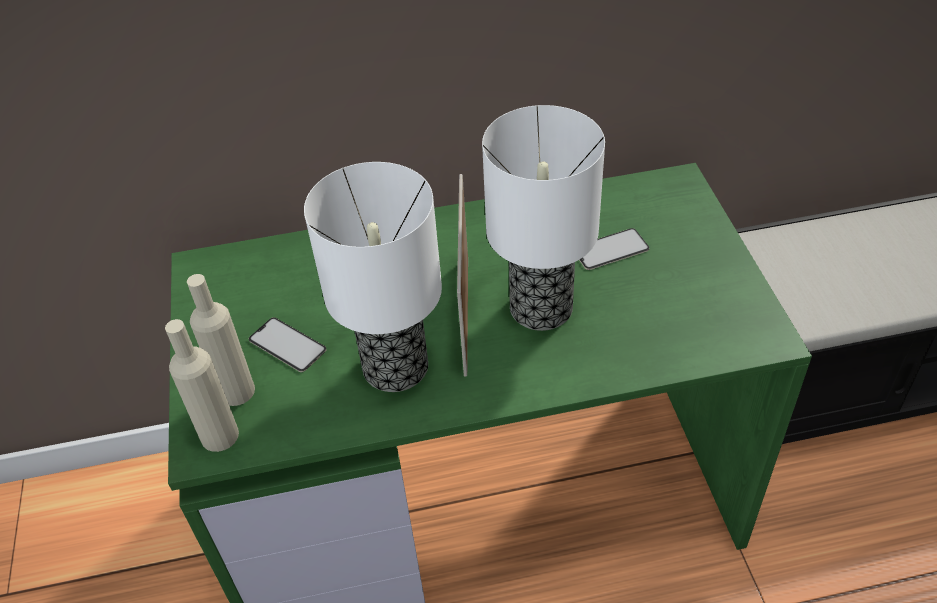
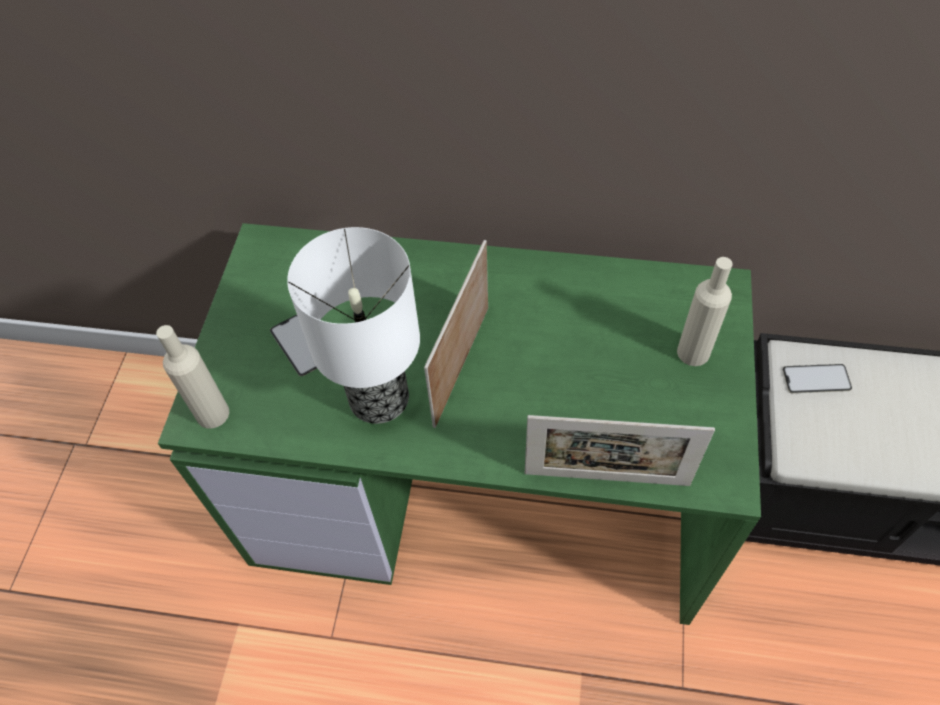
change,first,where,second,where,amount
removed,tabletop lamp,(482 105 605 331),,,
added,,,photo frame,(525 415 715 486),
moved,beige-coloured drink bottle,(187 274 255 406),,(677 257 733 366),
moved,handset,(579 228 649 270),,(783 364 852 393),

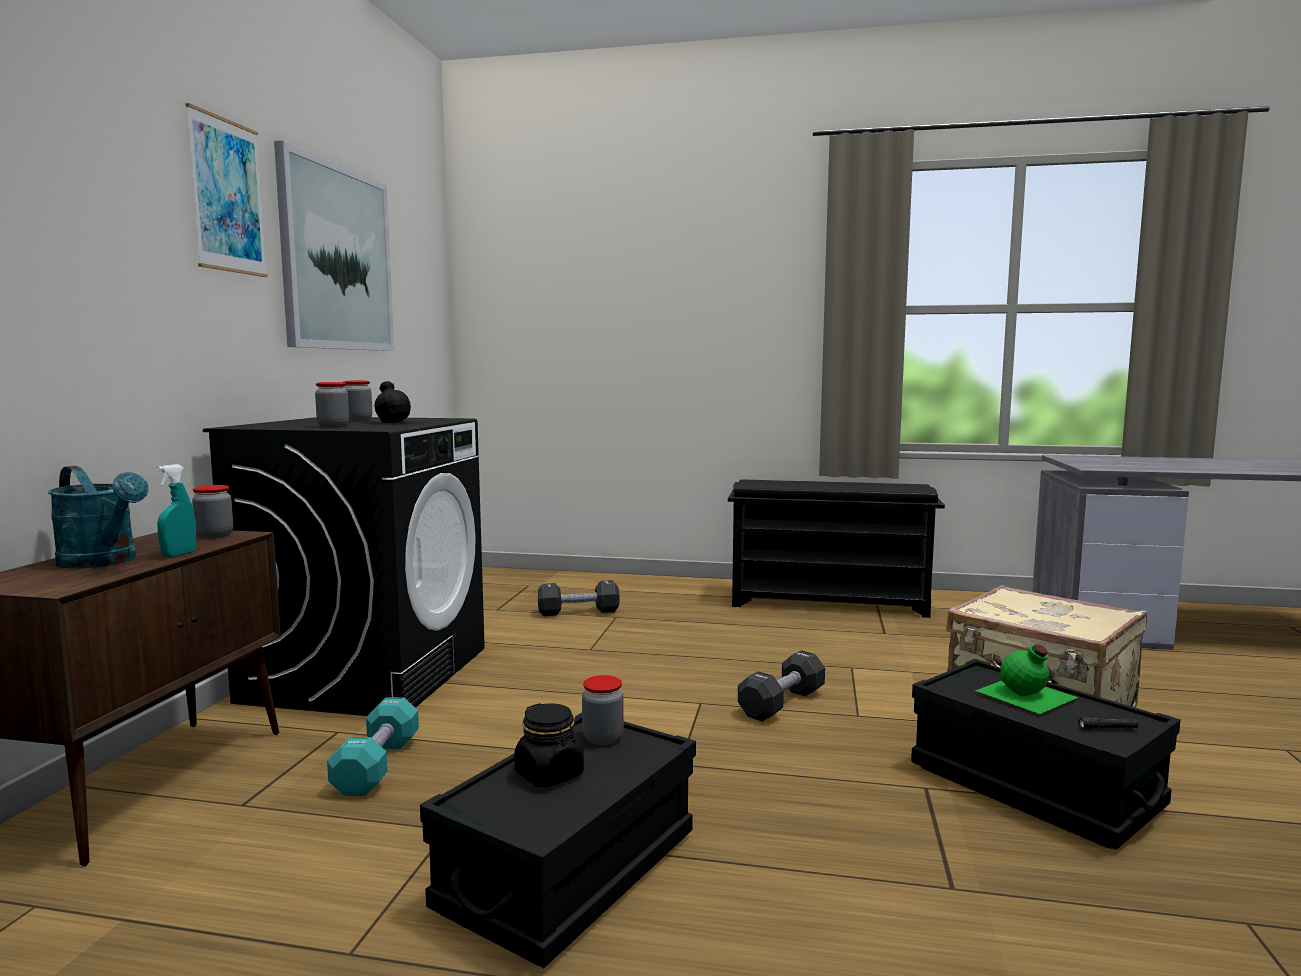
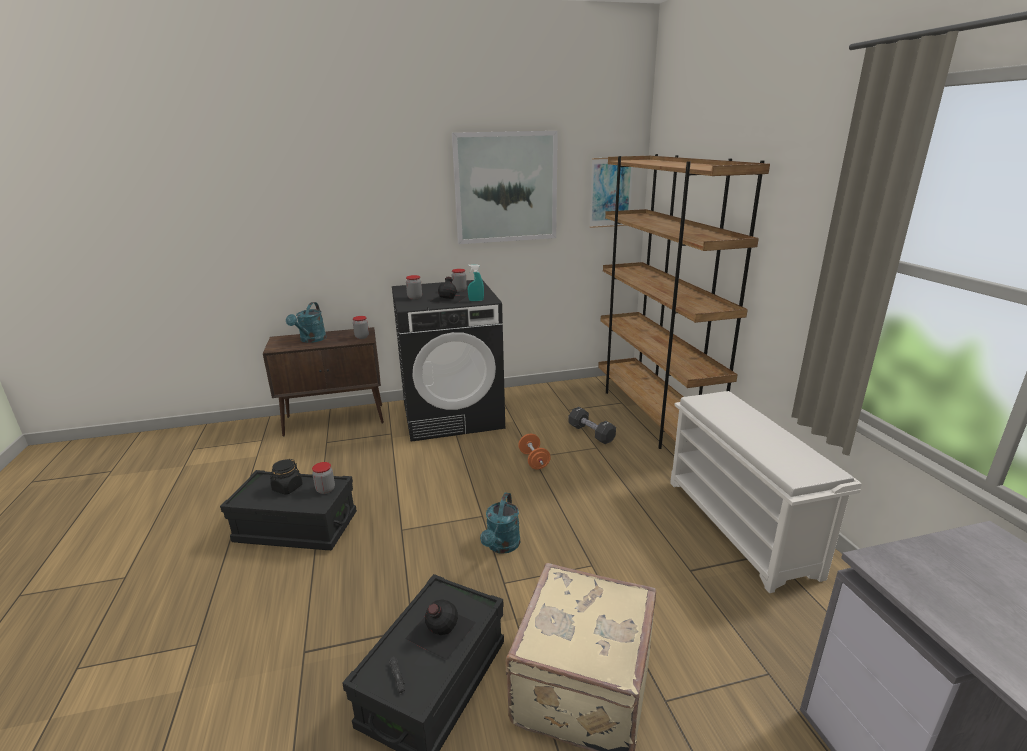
change,first,where,second,where,amount
removed,blue-green free weight,(327 697 419 796),,,
added,,,orange free weight,(518 434 551 470),
added,,,brownish shelving unit,(598 154 770 449),
moved,blue-green hand sprayer,(157 464 196 557),,(468 264 484 301),
moved,wall art,(185 103 268 277),,(589 158 633 228),
replaced,black-coloured free weight,(738 650 825 722),blue-green sprinkling can,(480 493 520 554),
recoloured,black-coloured shoe shelf,(728 479 945 618),whitish shoe shelf,(670 391 862 593),
recoloured,greenish drink bottle,(975 644 1078 714),black-coloured drink bottle,(405 599 476 660),

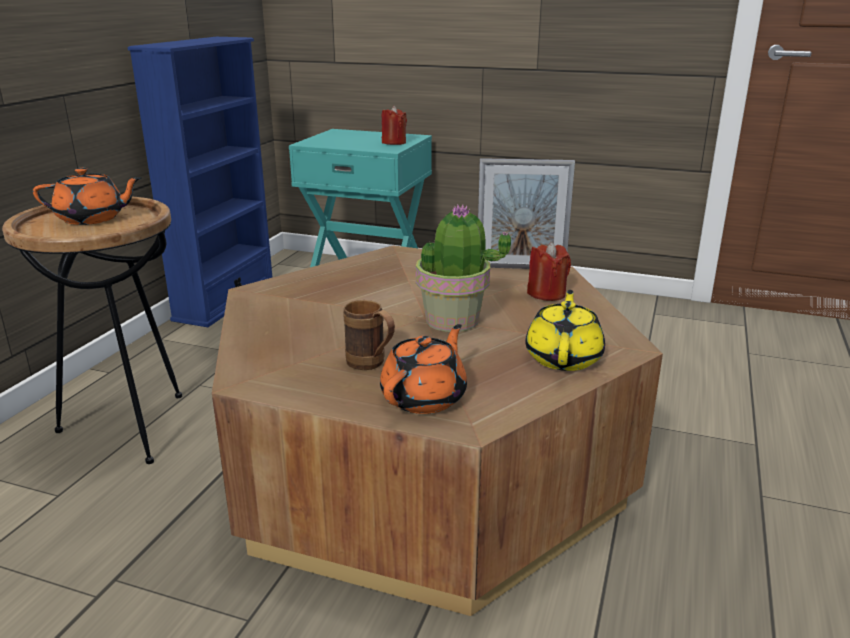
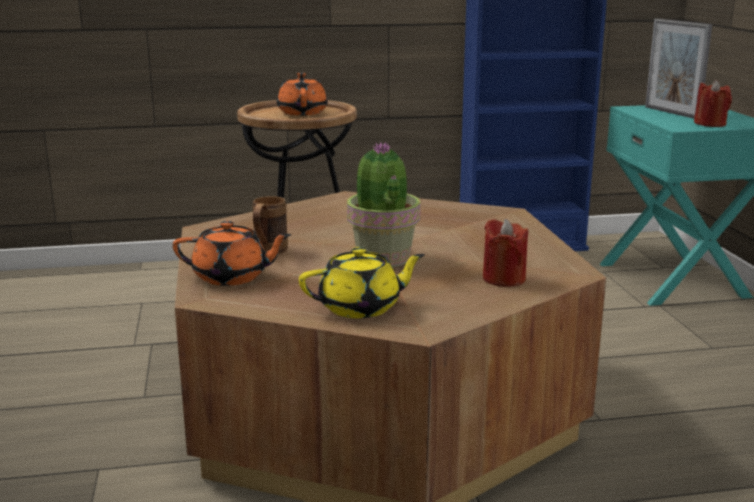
change,first,where,second,where,amount
moved,photo frame,(478 158 575 269),,(645 19 712 119),
turned,orange teapot,(33 168 142 225),,(277 73 328 116),150 degrees counterclockwise

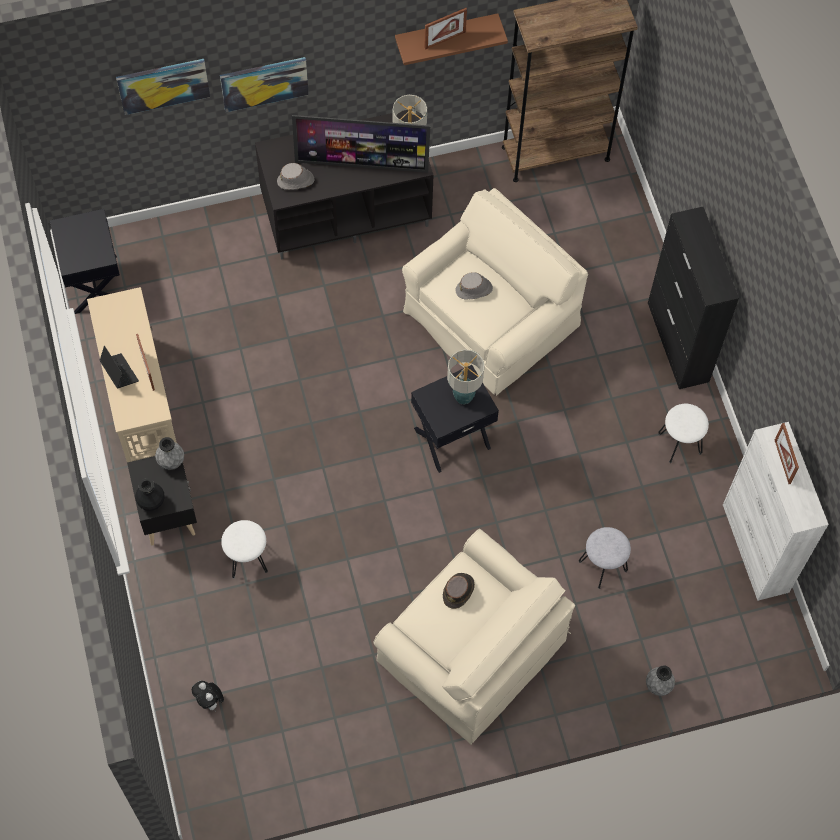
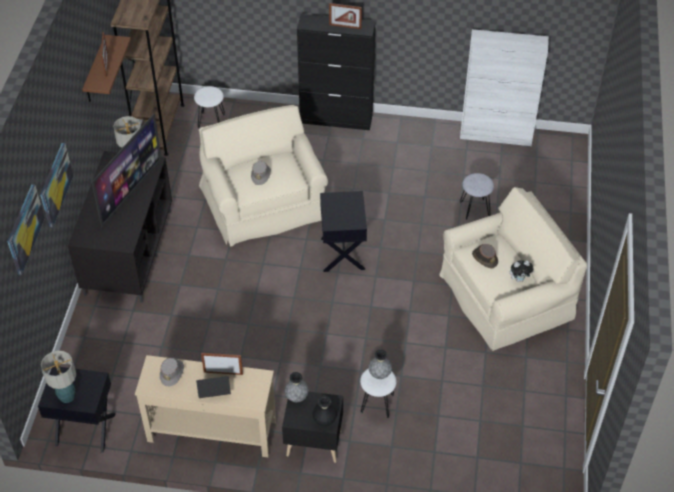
change,first,where,second,where,amount
moved,plush toy,(192 681 224 712),,(510 260 534 282),
moved,gray hat,(277 163 315 190),,(160 358 184 387),
moved,tabletop lamp,(447 349 485 404),,(41 351 76 403),
moved,gray flower vase,(646 665 675 696),,(369 349 392 379),
moved,whitish stool,(658 404 709 463),,(194 86 225 129),
moved,photo frame,(775 423 799 484),,(329 3 362 29),

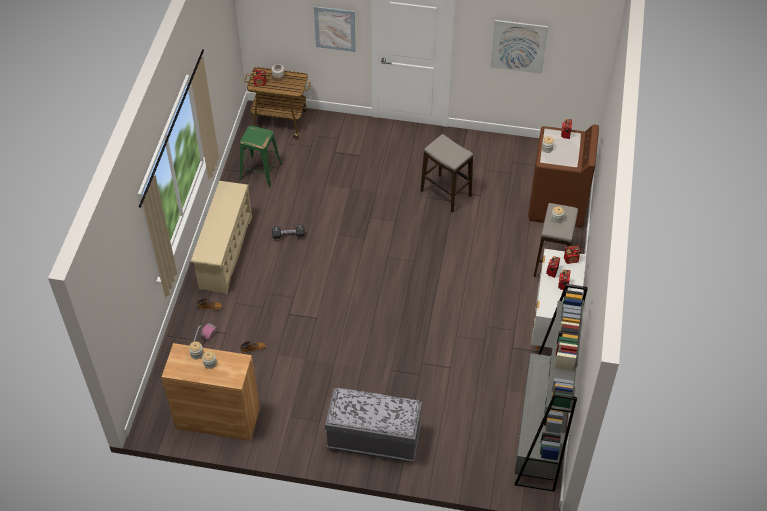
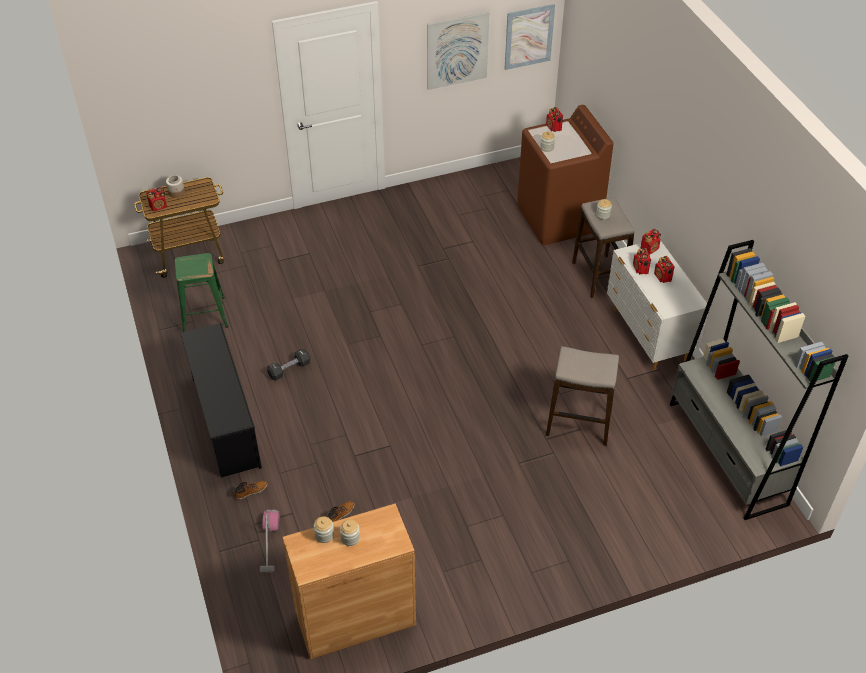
change,first,where,second,where,amount
removed,gray long seat,(325 388 422 462),,,
moved,wall art,(314 6 356 52),,(505 4 555 70),
moved,stool,(420 134 473 213),,(546 346 619 446),
recoloured,beige-coloured shoe shelf,(191 181 252 295),black-coloured shoe shelf,(180 323 262 478),

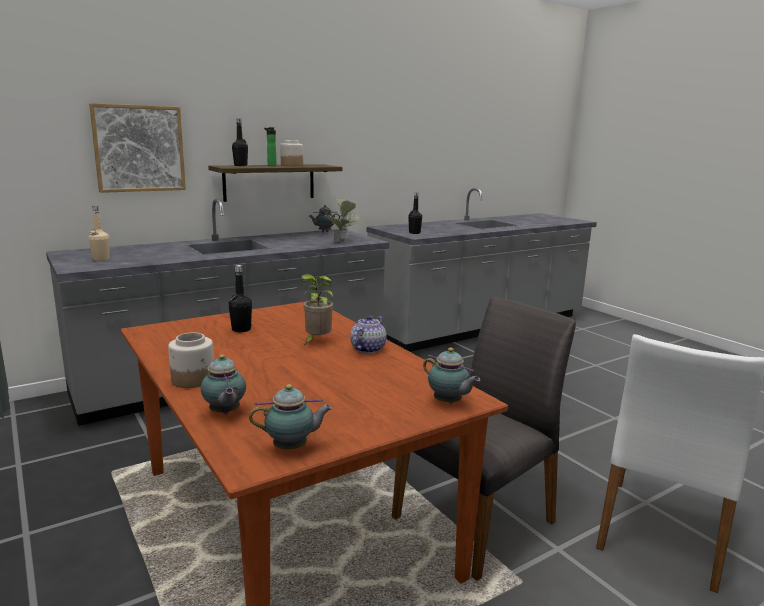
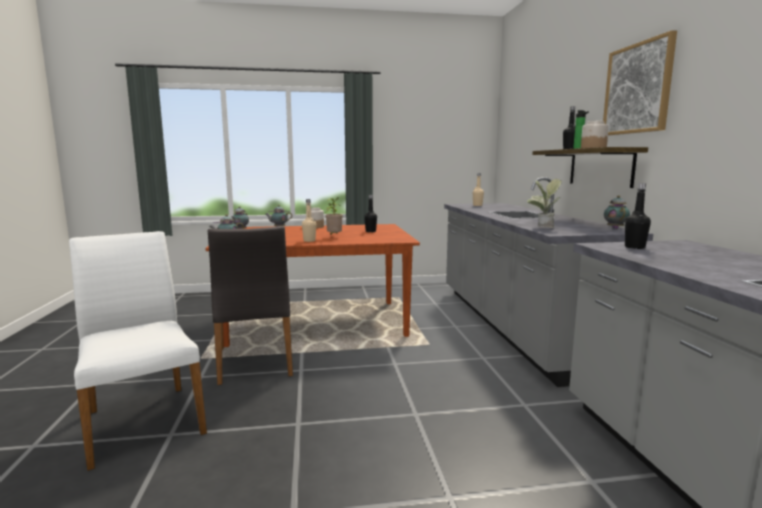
change,first,where,second,where,amount
moved,wall art,(89 103 186 193),,(603 30 677 136),
replaced,teapot,(350 315 387 353),beige-coloured drink bottle,(302 199 316 242),

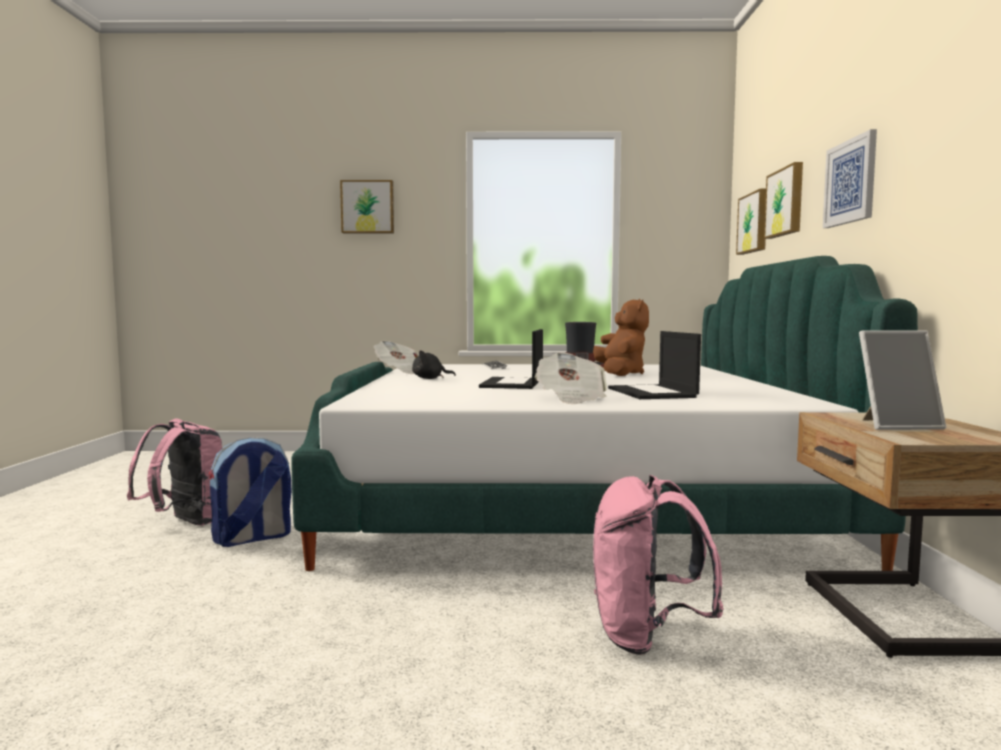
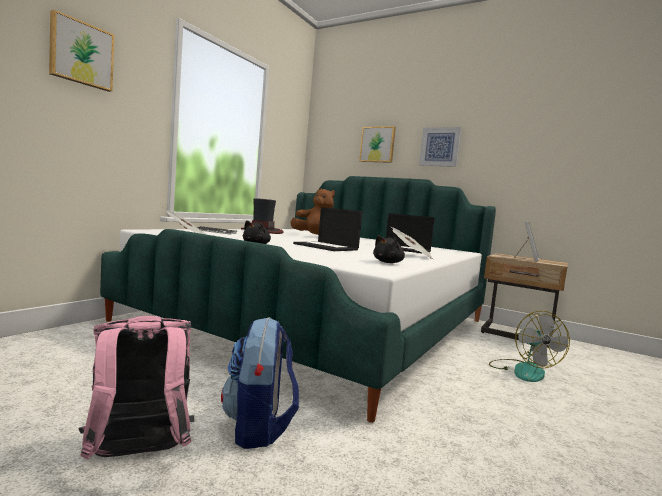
change,first,where,second,where,amount
removed,wall art,(736 189 766 255),,,
added,,,black-coloured plush toy,(373 235 405 263),
replaced,pink-coloured rucksack,(593 475 724 655),electric fan,(489 311 570 382),

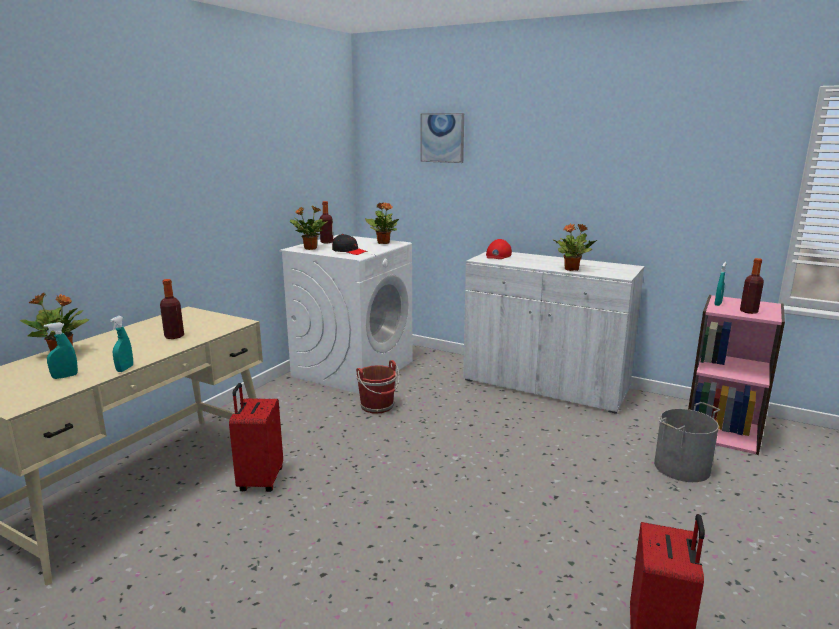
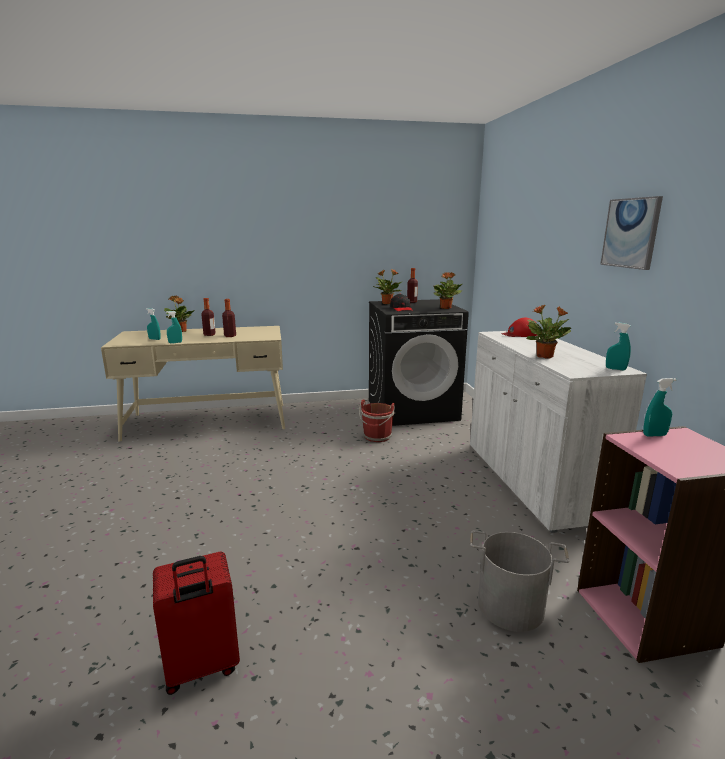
change,first,where,second,where,amount
removed,red suitcase,(229 383 283 492),,,
added,,,blue-green hand sprayer,(606 323 631 370),
moved,wall art,(420 113 464 163),,(600 196 663 270),
moved,drink bottle,(740 258 764 314),,(201 298 216 336),
recoloured,whitish washing machine,(279 235 413 394),black-coloured washing machine,(369 299 469 426),

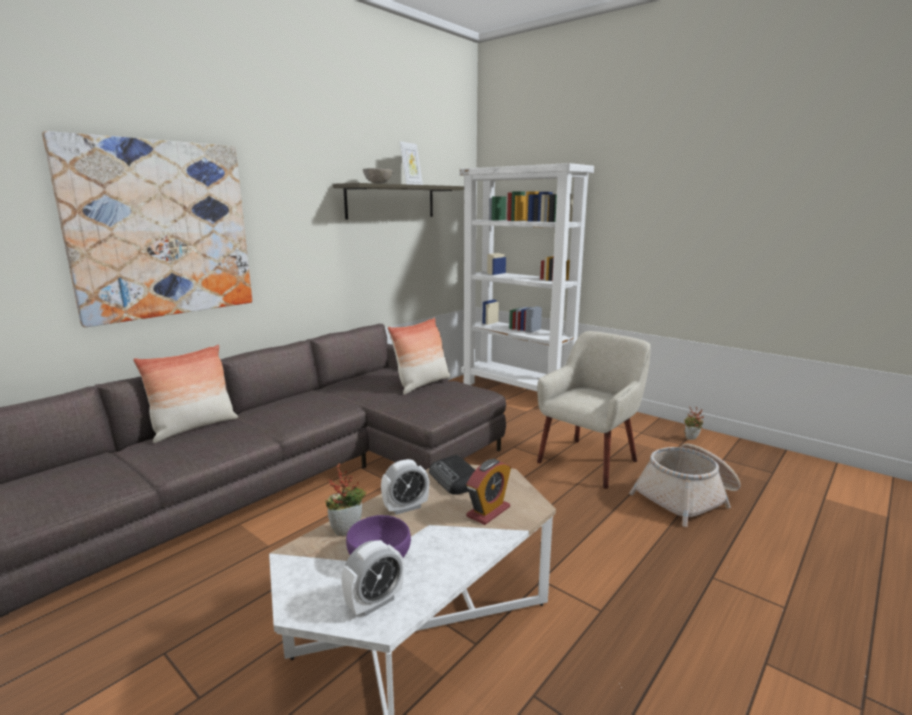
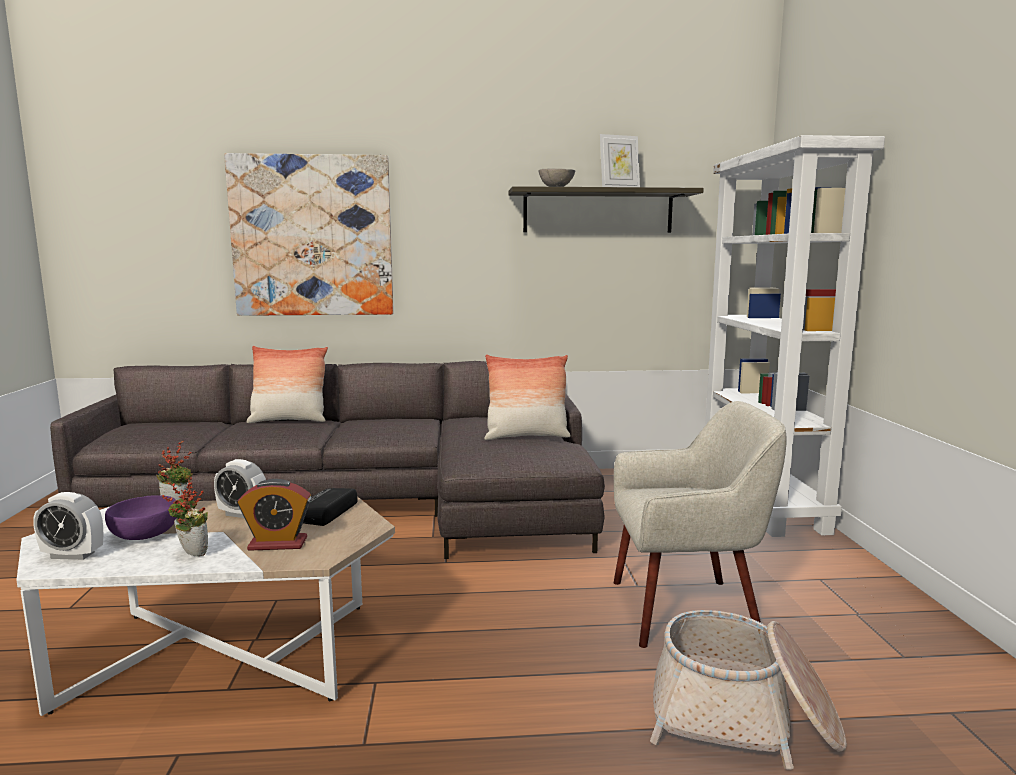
change,first,where,second,where,amount
moved,plant in a pot,(684 407 704 440),,(162 477 208 556),

